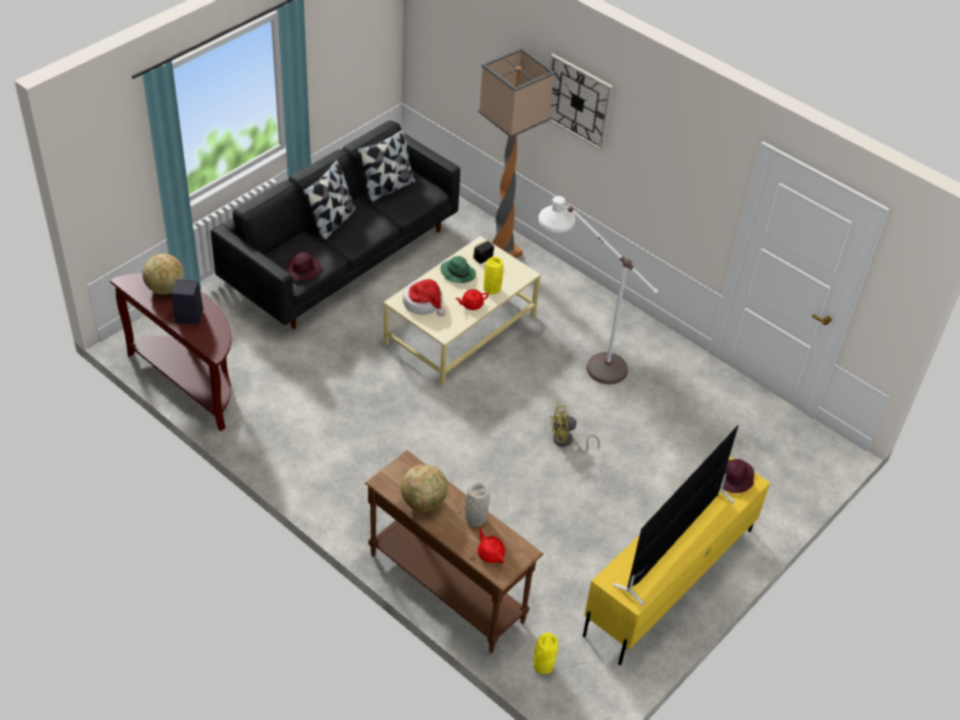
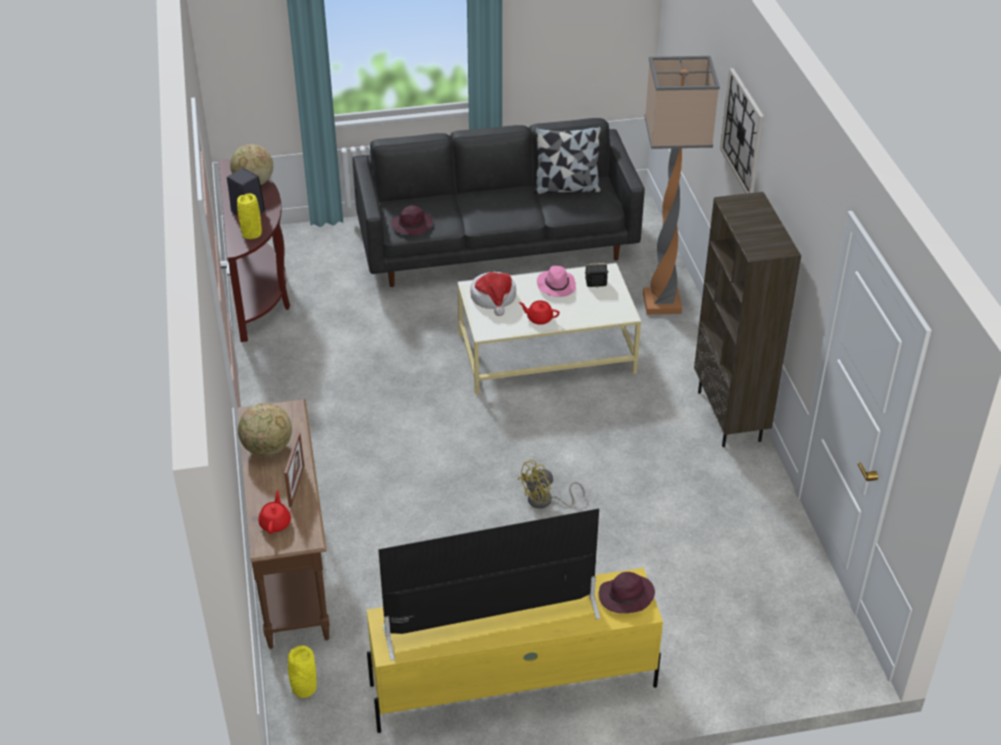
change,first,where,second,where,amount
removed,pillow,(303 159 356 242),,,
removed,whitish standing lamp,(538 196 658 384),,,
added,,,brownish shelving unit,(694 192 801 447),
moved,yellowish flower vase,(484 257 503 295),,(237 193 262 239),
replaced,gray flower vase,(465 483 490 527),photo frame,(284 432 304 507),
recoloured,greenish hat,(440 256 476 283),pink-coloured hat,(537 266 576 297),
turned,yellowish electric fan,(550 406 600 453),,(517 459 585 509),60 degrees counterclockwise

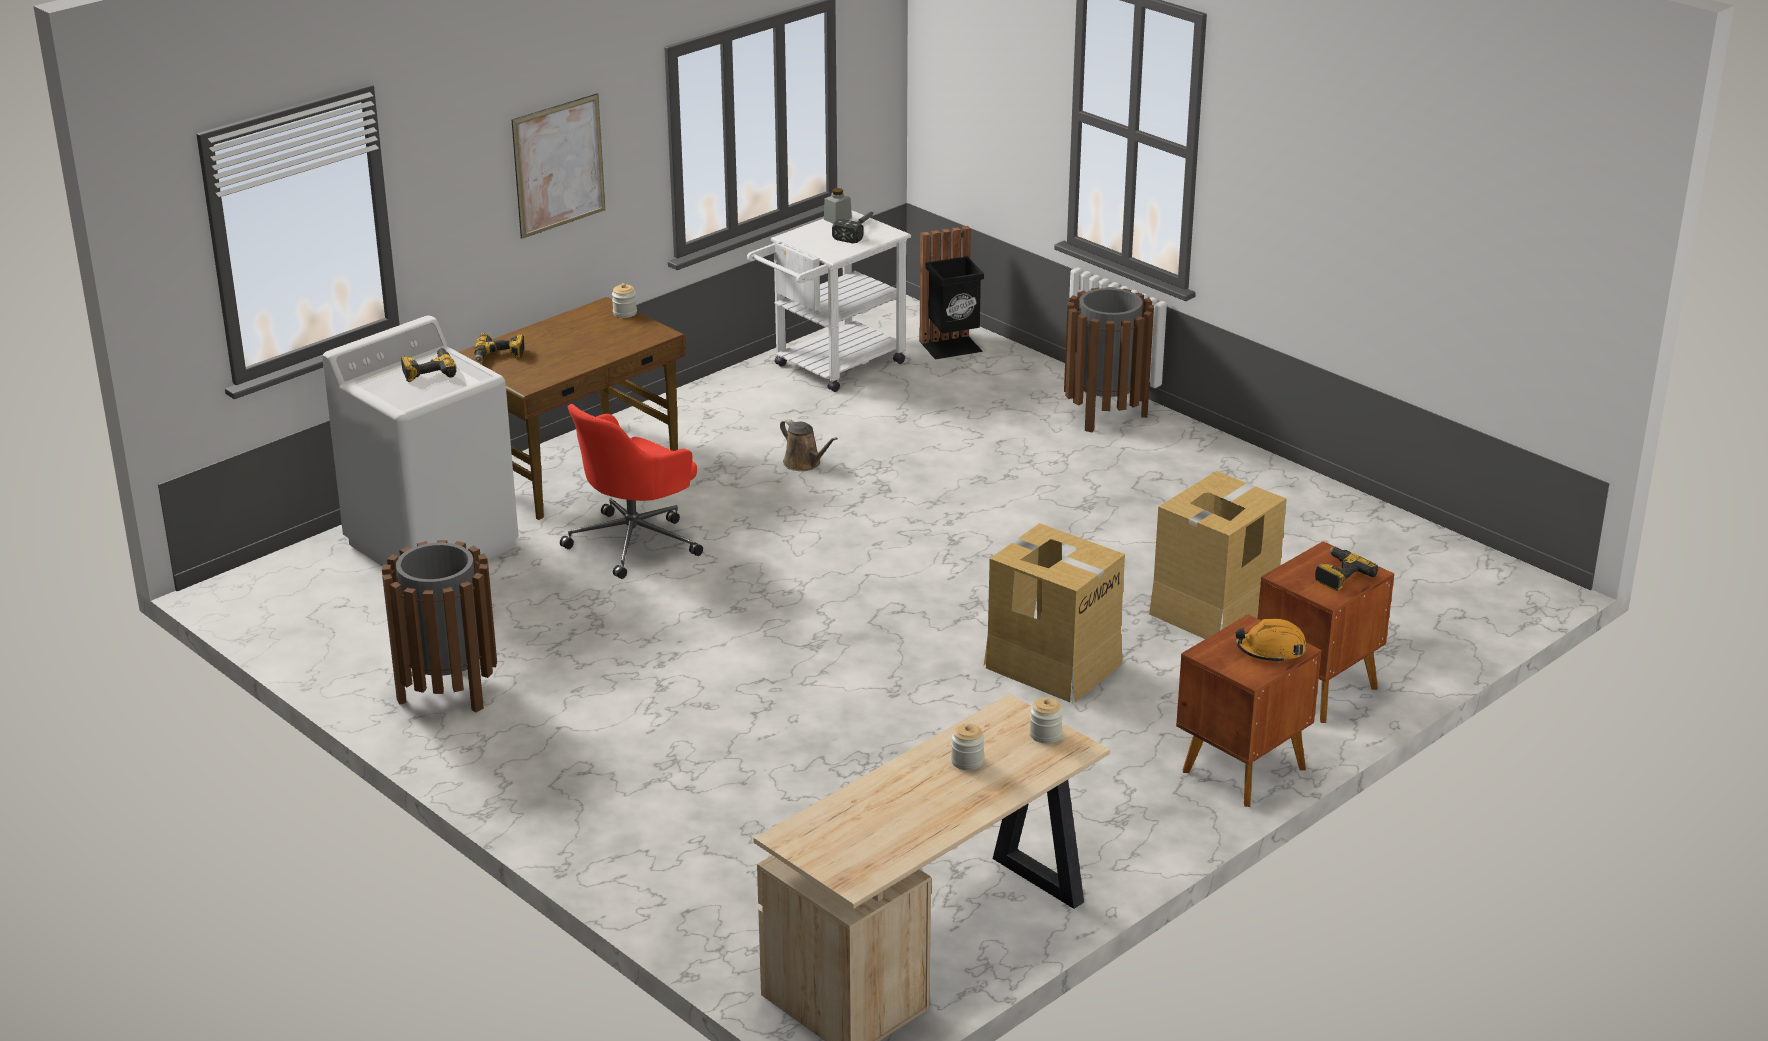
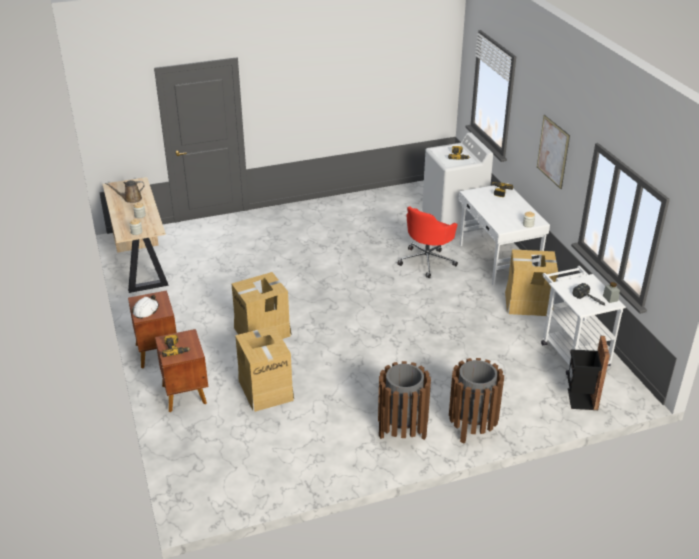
change,first,where,second,where,amount
added,,,cardboard box,(505 249 558 316),
moved,brownish rubbish bin,(382 540 497 713),,(378 361 431 440),
moved,brownish sprinkling can,(780 419 838 471),,(105 180 145 203),
recoloured,brownish desk unit,(459 297 686 520),whitish desk unit,(459 183 550 286),
recoloured,orange work helmet,(1235 619 1307 663),whitish work helmet,(132 295 159 319),
turned,red computer chair,(560 404 703 579),,(397 206 458 278),120 degrees counterclockwise

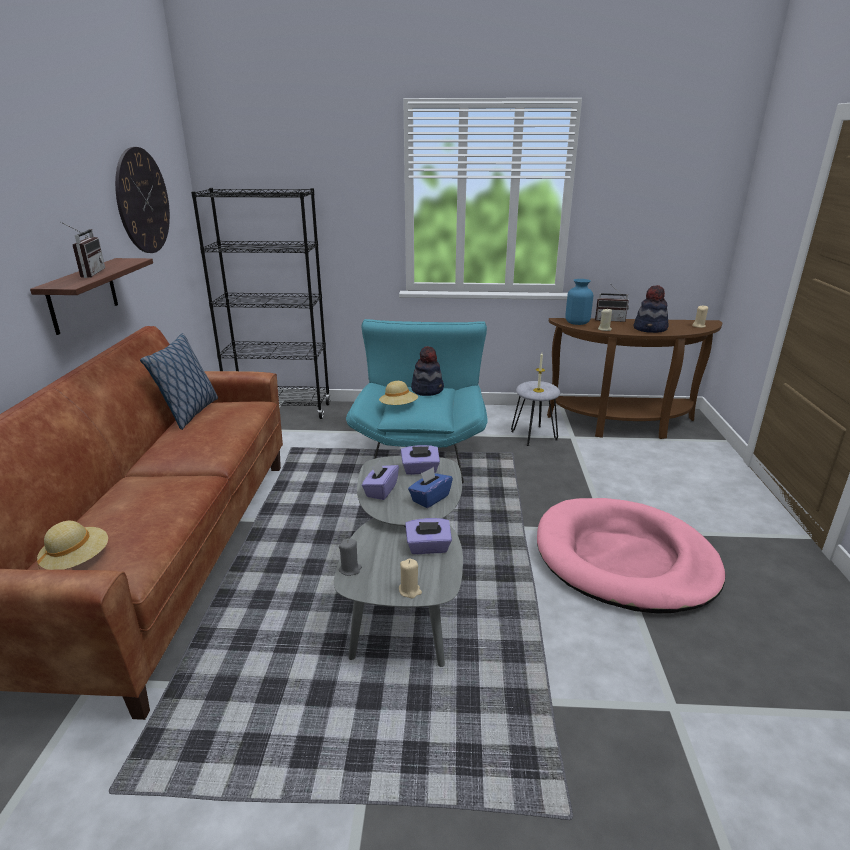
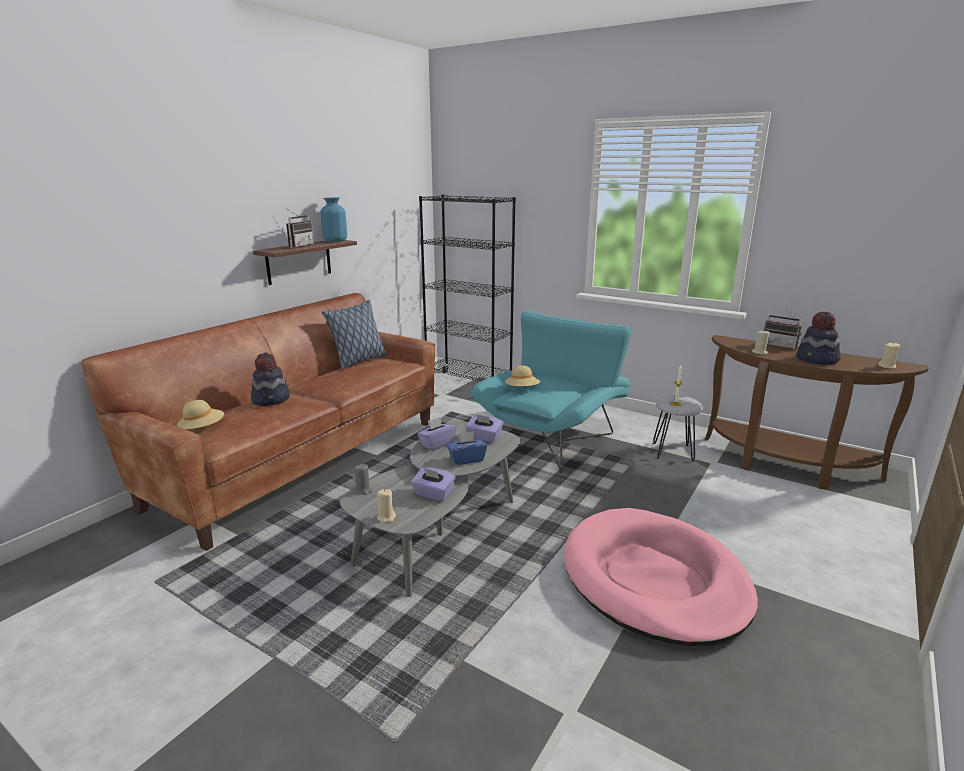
change,first,where,second,where,amount
removed,clock on the wall,(115 147 170 253),,,
moved,hat,(411 346 444 396),,(251 352 290 406),
moved,bluish flower vase,(565 279 593 325),,(320 197 347 242),

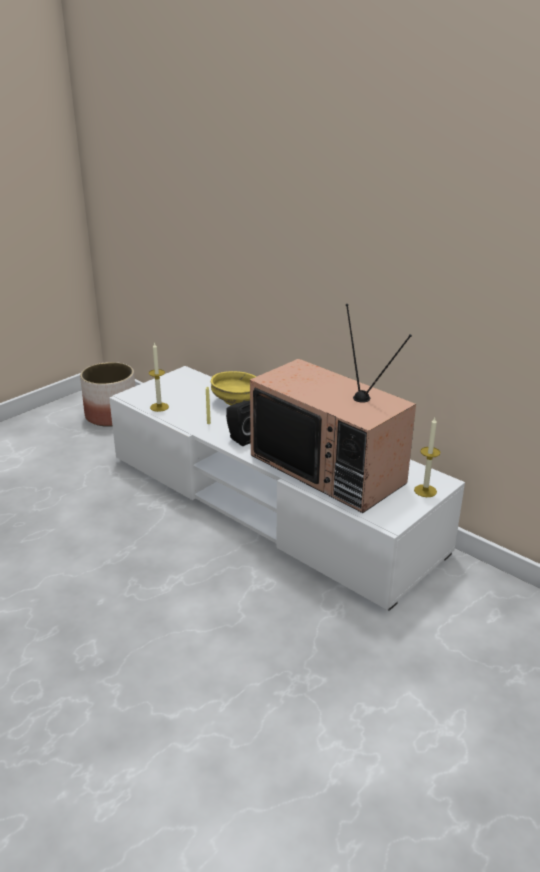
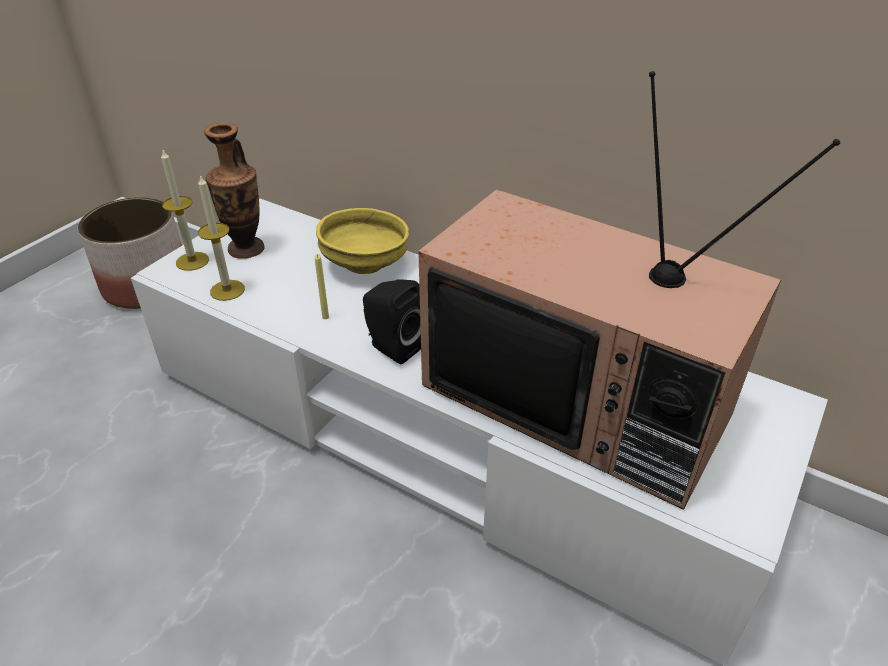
change,first,where,second,where,amount
added,,,flower vase,(204 123 265 259),
moved,wax candle,(414 418 440 497),,(161 148 209 271),

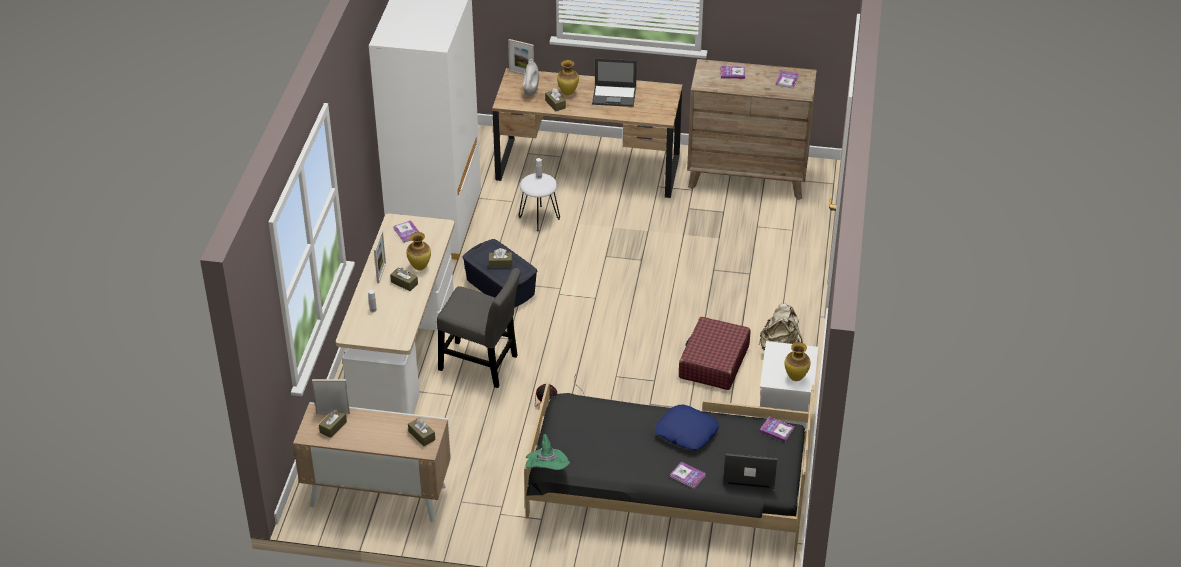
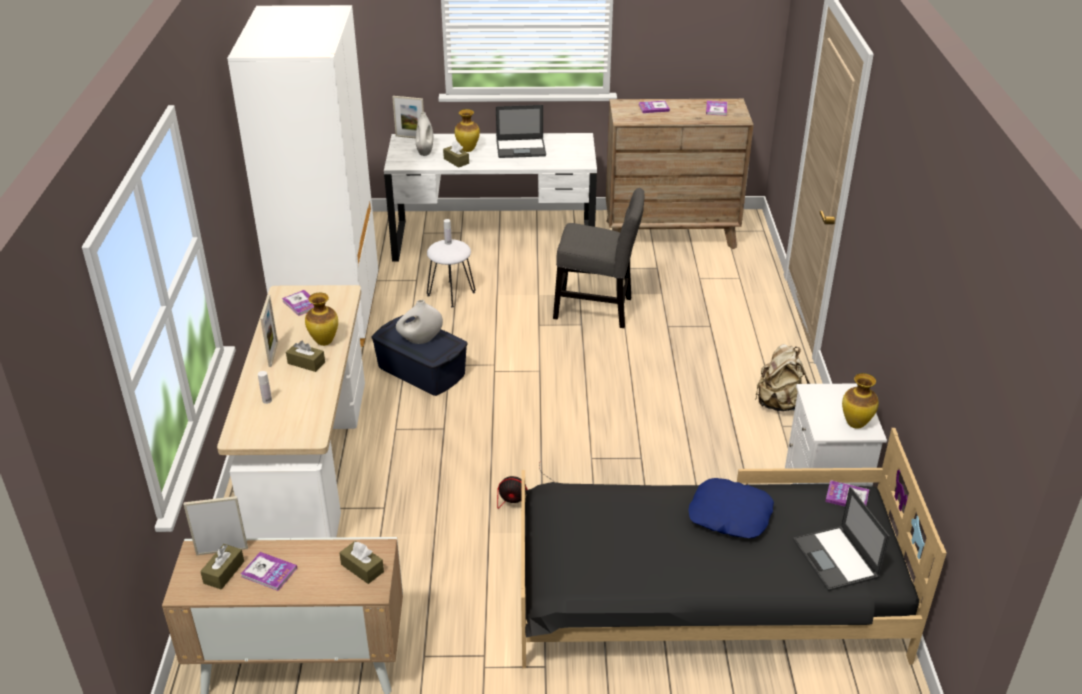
change,first,where,second,where,amount
removed,greenish hat,(525 434 570 470),,,
removed,red suitcase,(679 317 751 390),,,
moved,gray upright chair,(437 268 521 388),,(553 188 644 328),
moved,book,(670 462 706 489),,(241 552 297 591),
replaced,brownish box of tissues,(489 248 512 268),whitish flower vase,(396 300 443 344),
recoloured,brownish desk unit,(492 68 682 198),whitish desk unit,(384 133 597 261),
turned,portable computer,(723 454 777 489),,(793 487 890 591),105 degrees counterclockwise

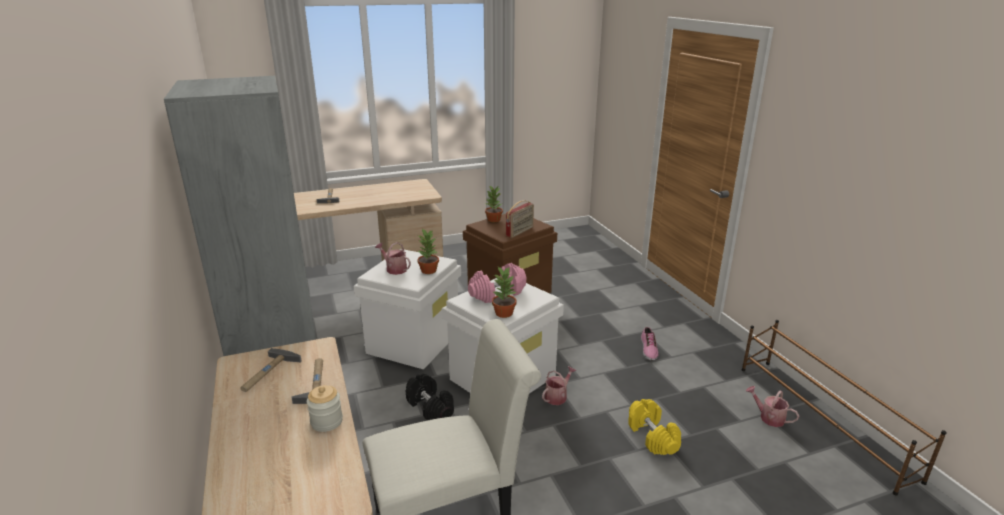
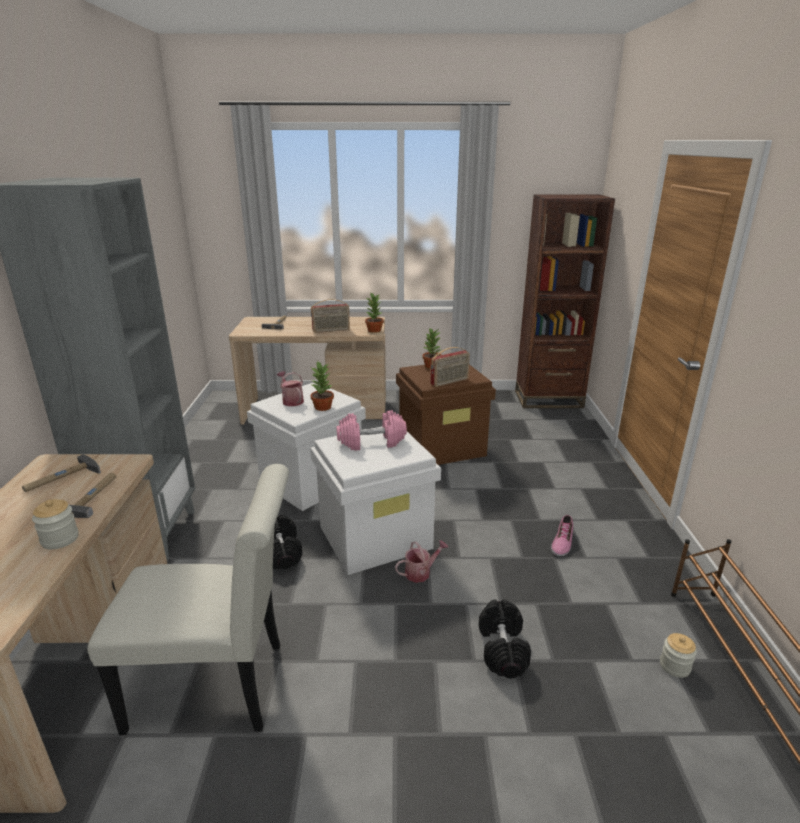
change,first,where,second,where,amount
added,,,radio,(311 299 350 333),
added,,,brownish shelving unit,(515 194 615 408),
moved,plant in a pot,(492 267 518 318),,(365 293 384 333),
replaced,sprinkling can,(746 386 799 427),jar,(660 633 697 678),
recoloured,yellowish free weight,(628 399 681 455),black-coloured free weight,(479 600 531 678),

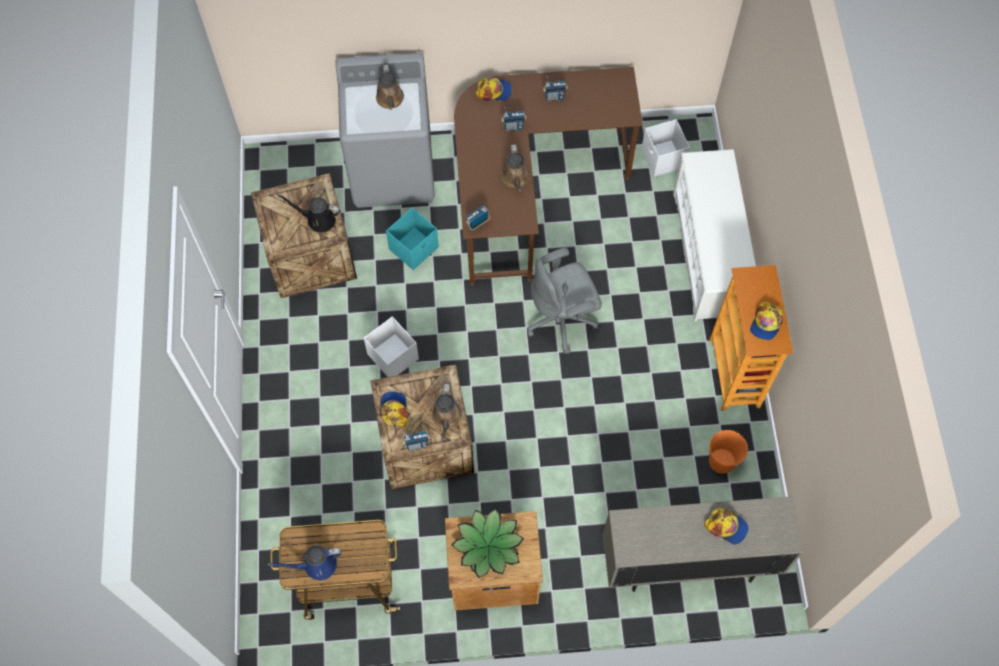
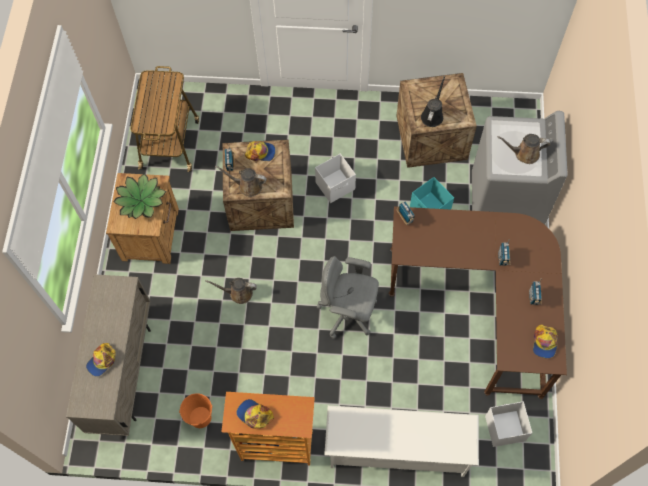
change,first,where,second,where,amount
removed,bluish sprinkling can,(268 545 342 580),,,
moved,peaked cap,(475 77 512 101),,(533 324 558 358),
moved,brownish sprinkling can,(501 144 530 192),,(205 278 257 304),
turned,gray computer chair,(527 248 602 354),,(317 256 379 339),60 degrees counterclockwise

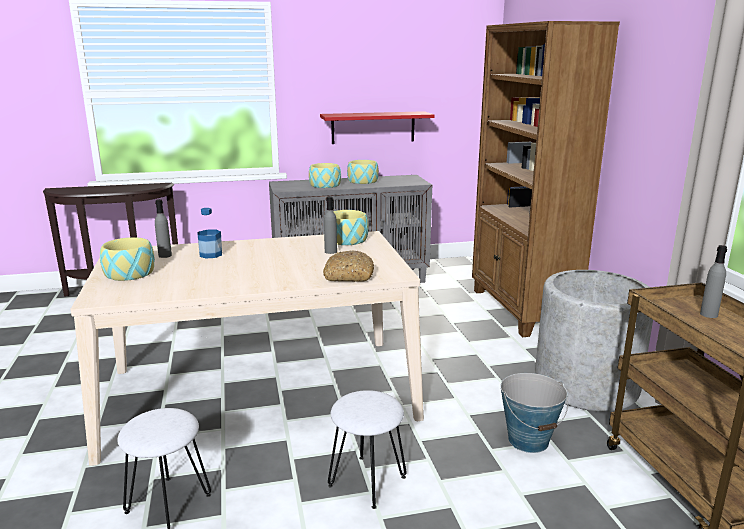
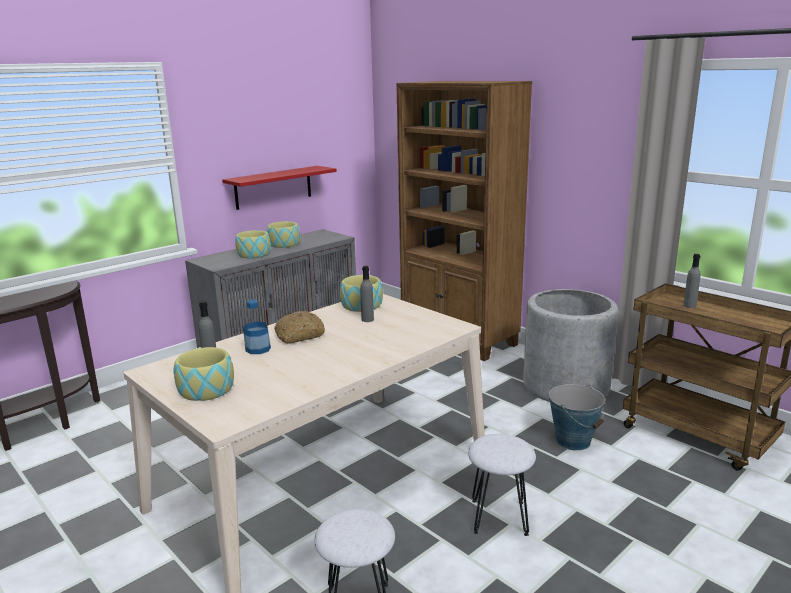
change,first,where,second,where,amount
moved,bread,(323 251 374 282),,(274 311 325 344),

